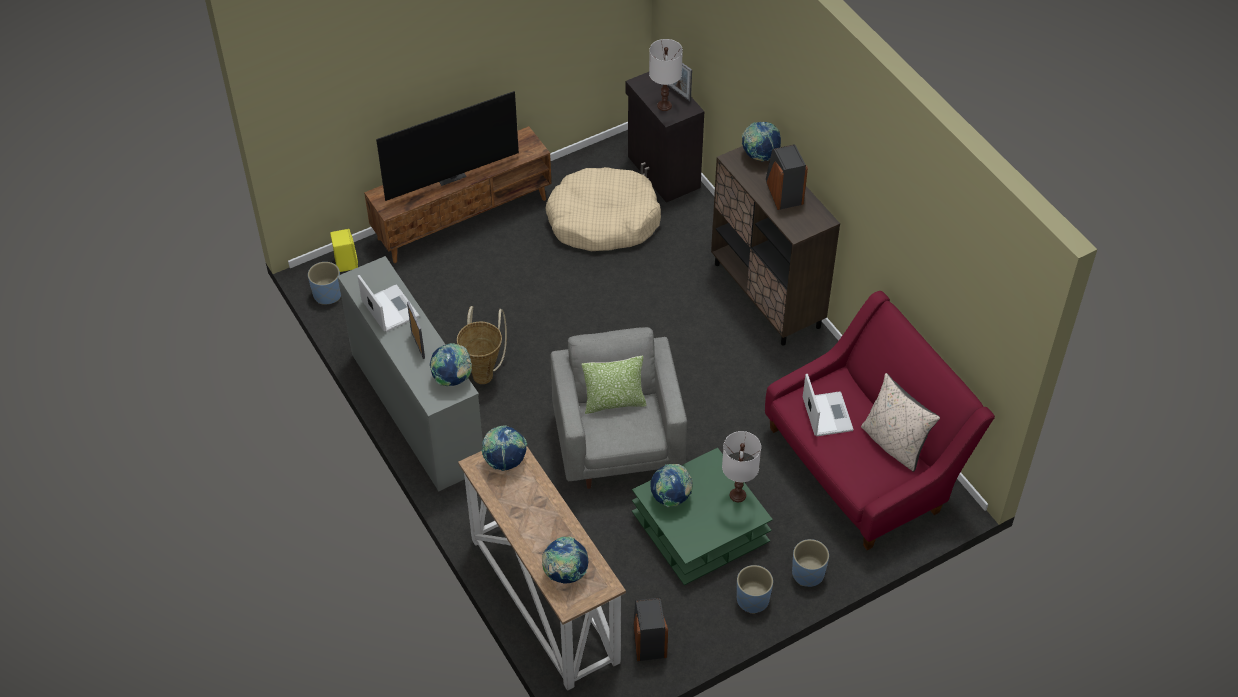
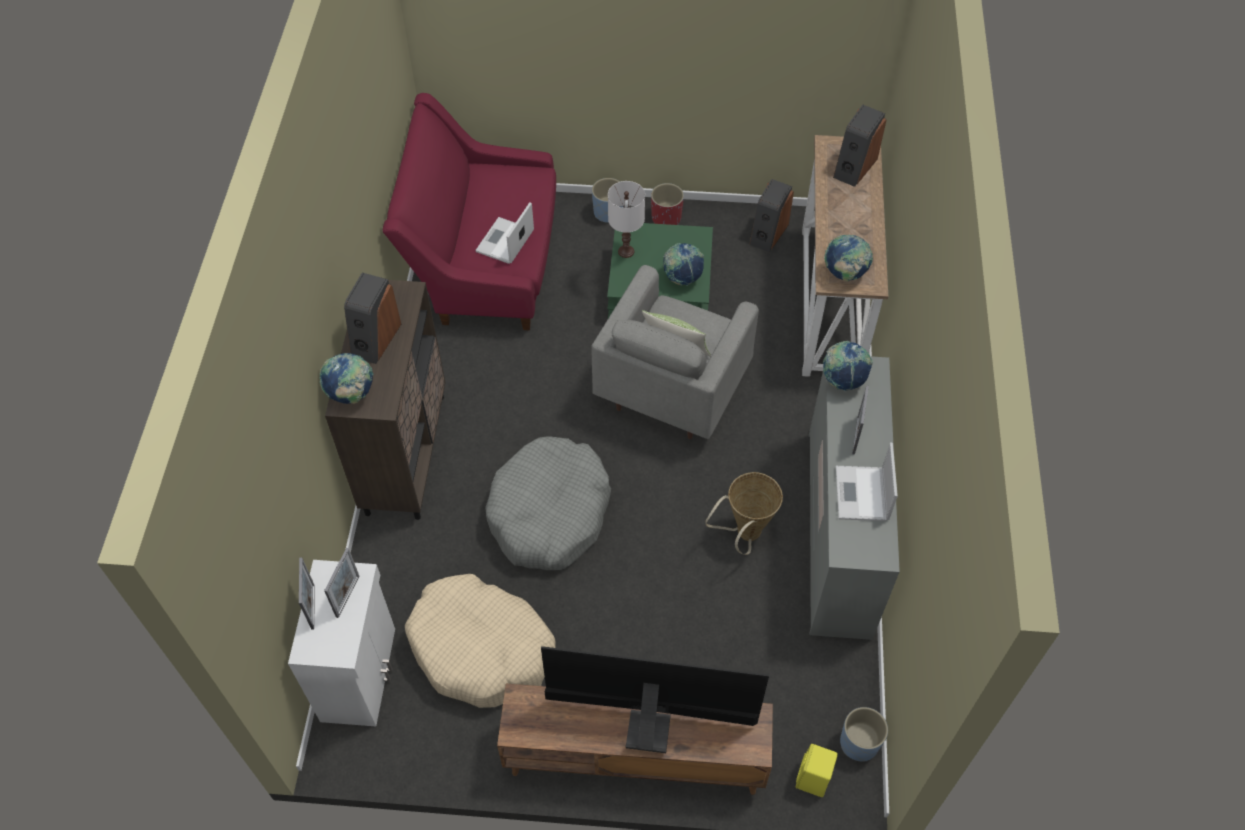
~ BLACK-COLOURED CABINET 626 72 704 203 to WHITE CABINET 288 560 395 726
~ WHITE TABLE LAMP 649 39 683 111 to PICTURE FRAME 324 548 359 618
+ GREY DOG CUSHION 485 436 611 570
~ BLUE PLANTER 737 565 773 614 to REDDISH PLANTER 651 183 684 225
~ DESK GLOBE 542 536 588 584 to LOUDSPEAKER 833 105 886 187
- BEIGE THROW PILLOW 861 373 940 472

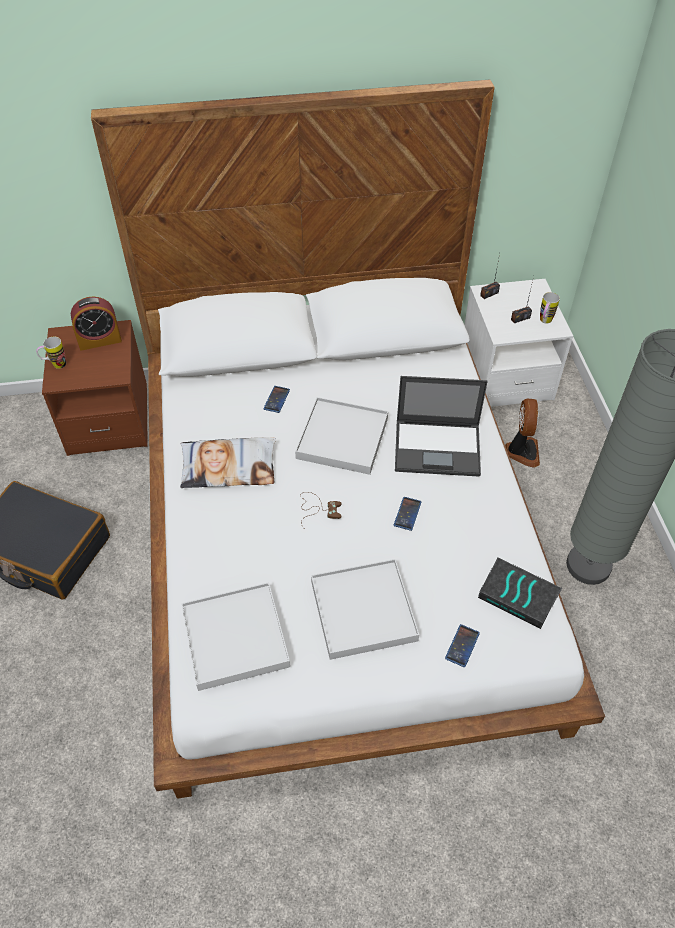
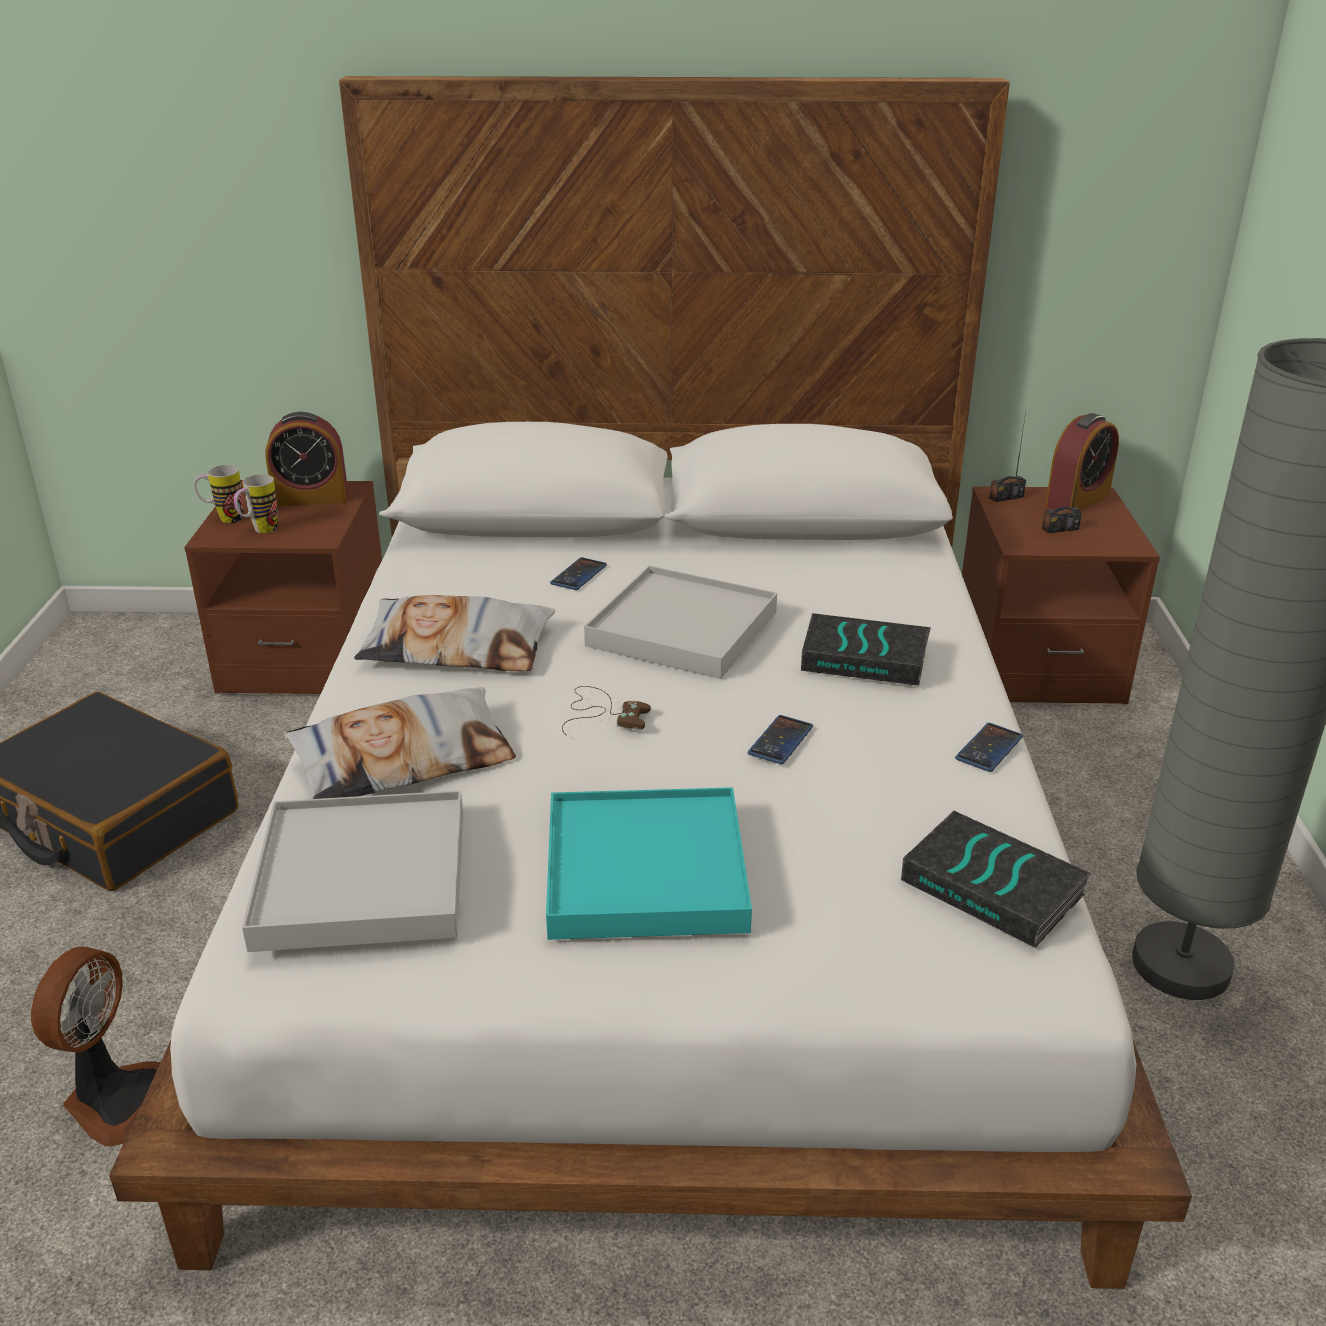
~ COOLING FAN 505 399 540 467 to 31 947 161 1147
~ COFFEE MUG 540 292 560 323 to 234 474 278 533
+ THROW PILLOW 283 687 516 799
~ WHITE SERVING TRAY 311 559 419 660 to BLUE-GREEN SERVING TRAY 546 787 752 940
~ LAPTOP 395 376 488 477 to BOOK 801 613 931 686
~ TELEPHONE 445 624 480 667 to 955 723 1023 772
~ WHITE NIGHTSTAND 464 279 573 407 to BROWN NIGHTSTAND 962 486 1160 704
+ TABLE CLOCK 1045 413 1119 511

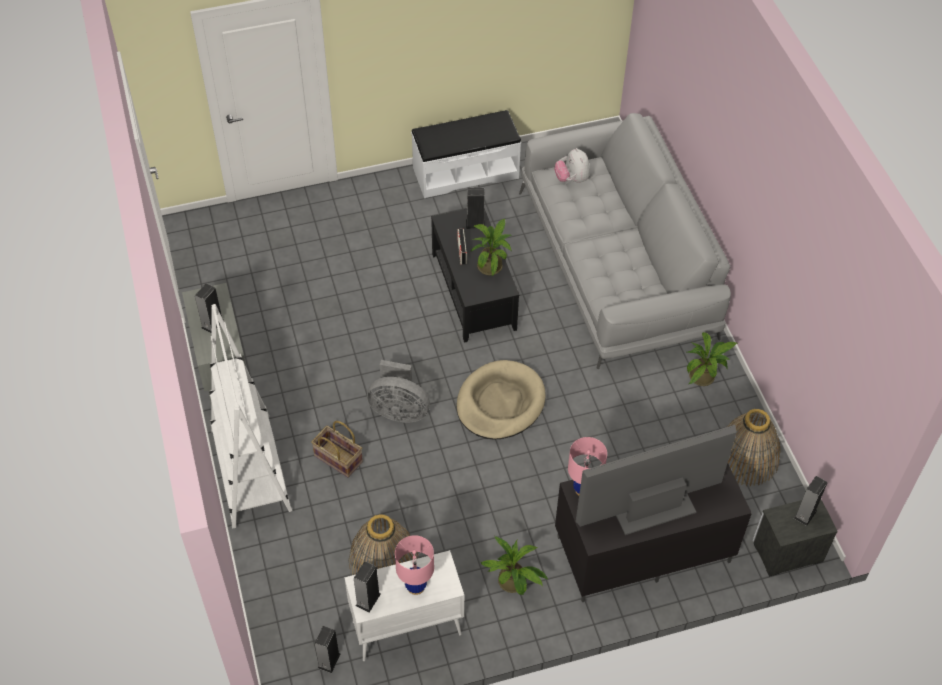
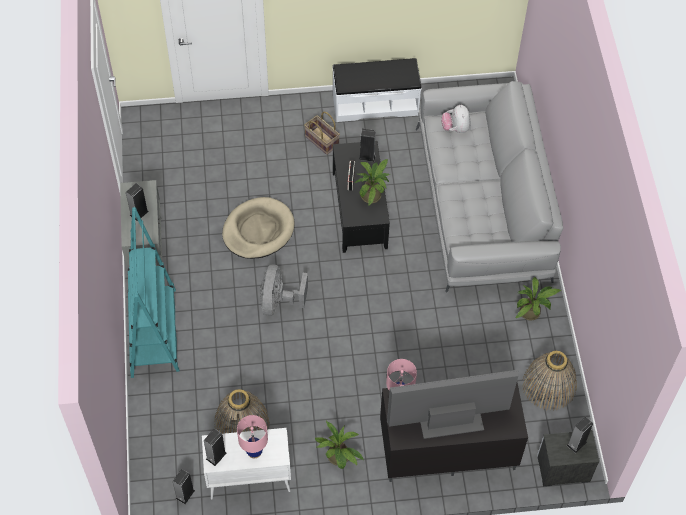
~ WHITE BOOKCASE 209 304 293 528 to BLUE-GREEN BOOKCASE 128 207 180 378
~ BEIGE DOG CUSHION 456 360 546 439 to 222 197 295 259
~ GREY COOLING FAN 367 360 430 423 = 260 265 308 316 75 degrees clockwise
~ STORAGE BASKET 311 421 363 478 to 304 112 340 155

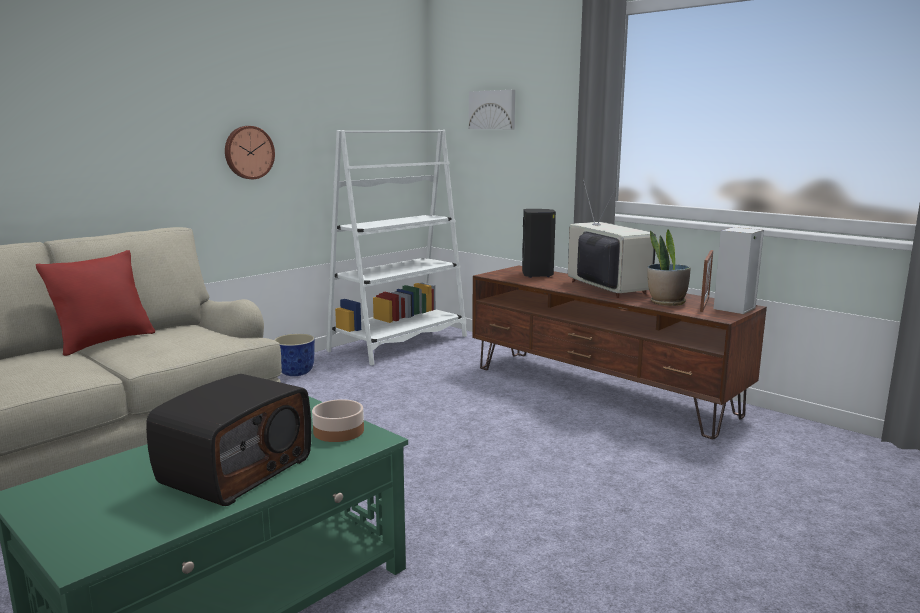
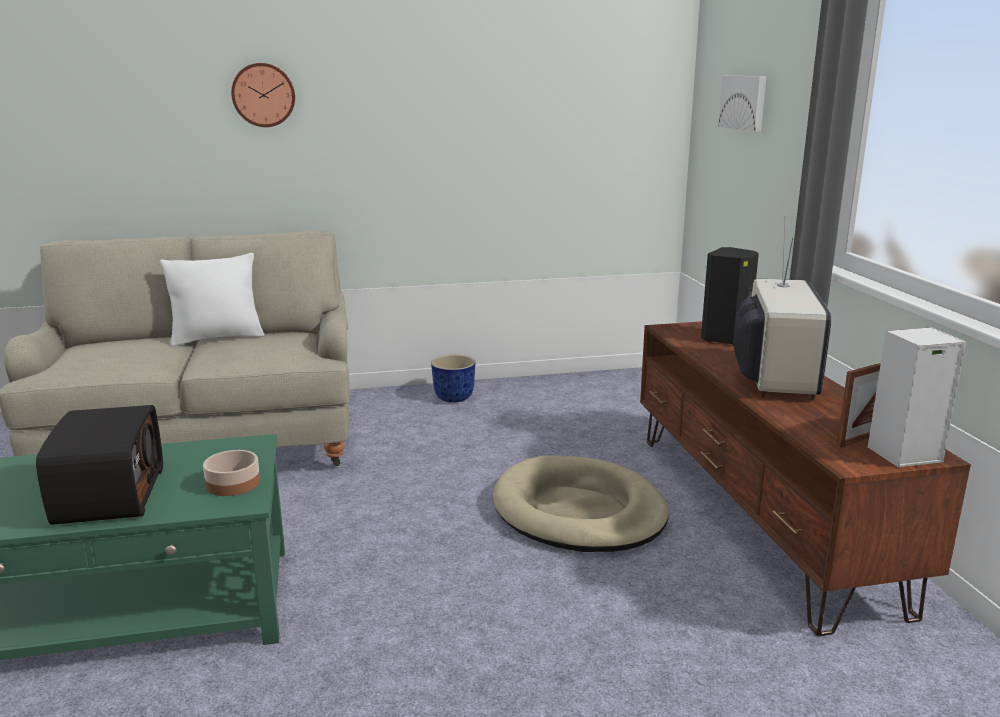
~ RADIO SET 146 374 311 506 = 36 405 163 525 75 degrees counterclockwise
~ REDDISH THROW PILLOW 36 250 155 356 to WHITE THROW PILLOW 160 253 264 346
~ HANGING CLOCK 225 126 275 179 to 231 63 295 127
+ BEIGE DOG CUSHION 493 455 669 552
- WHITE BOOKCASE 326 130 467 365
- HOUSEPLANT 647 229 690 306

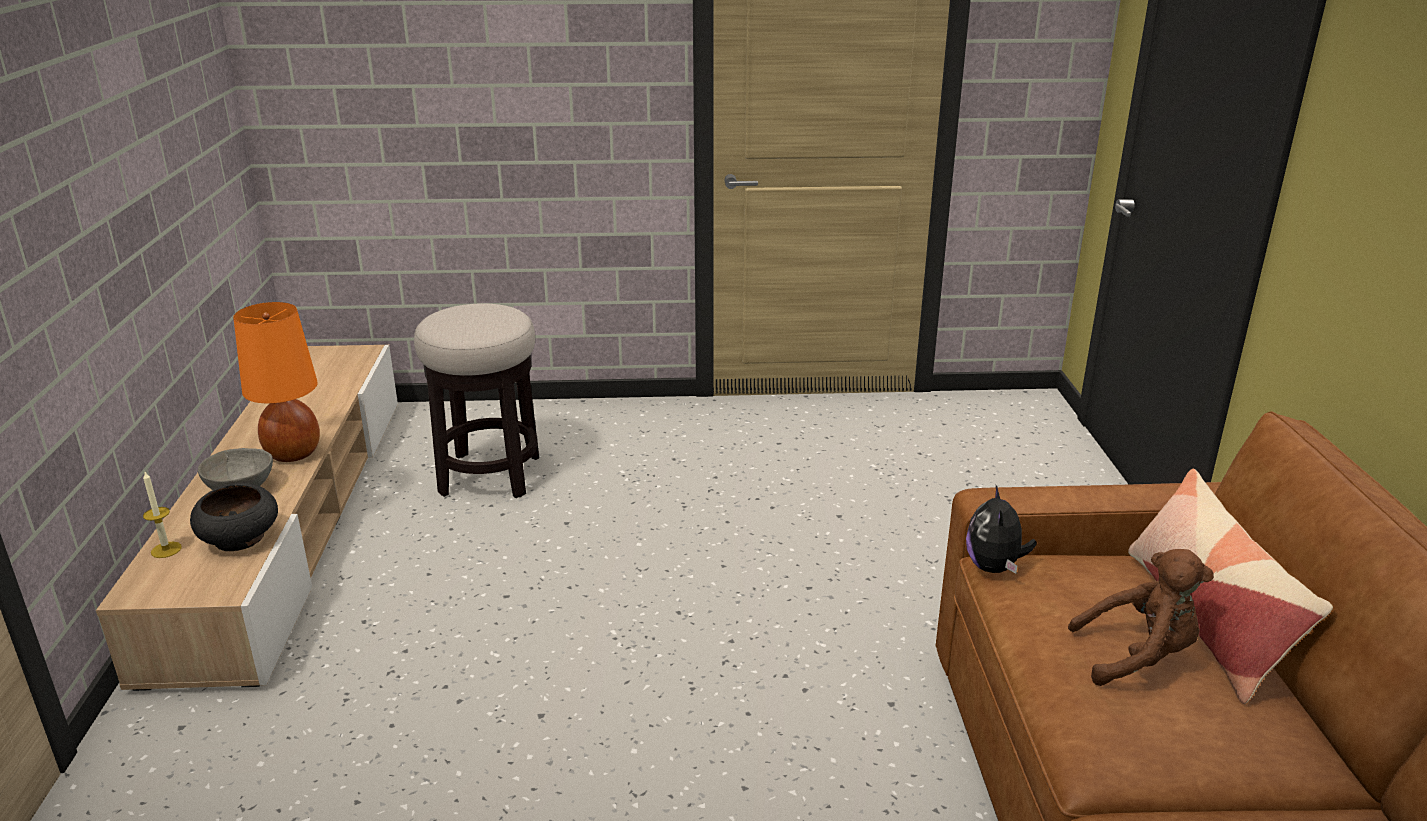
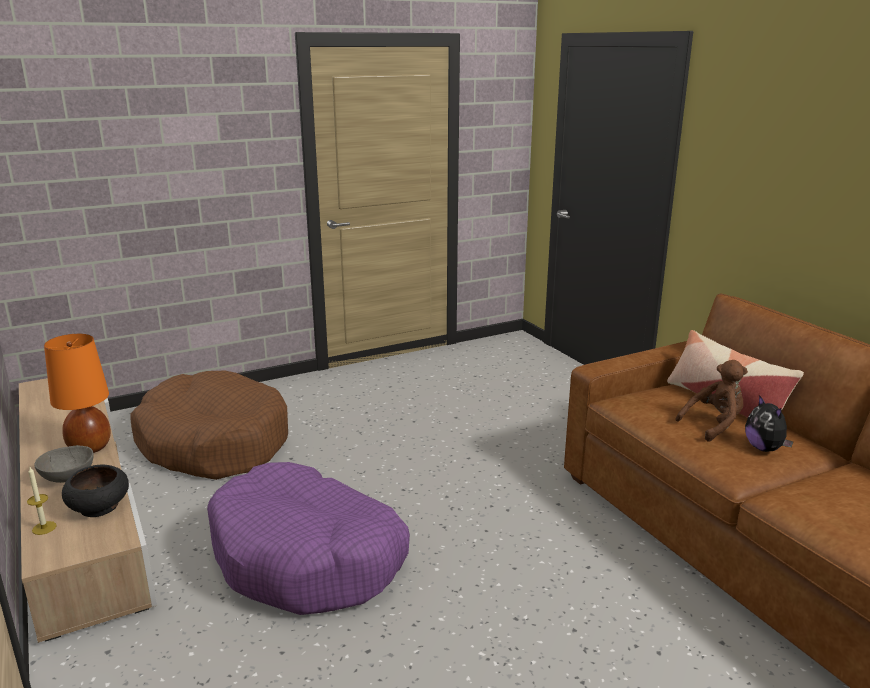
~ STOOL SEAT 414 303 539 498 to BROWN DOG CUSHION 130 371 288 480
+ PURPLE-COLOURED DOG CUSHION 207 462 410 615
~ PLUSH TOY 966 485 1037 574 to 745 395 793 452

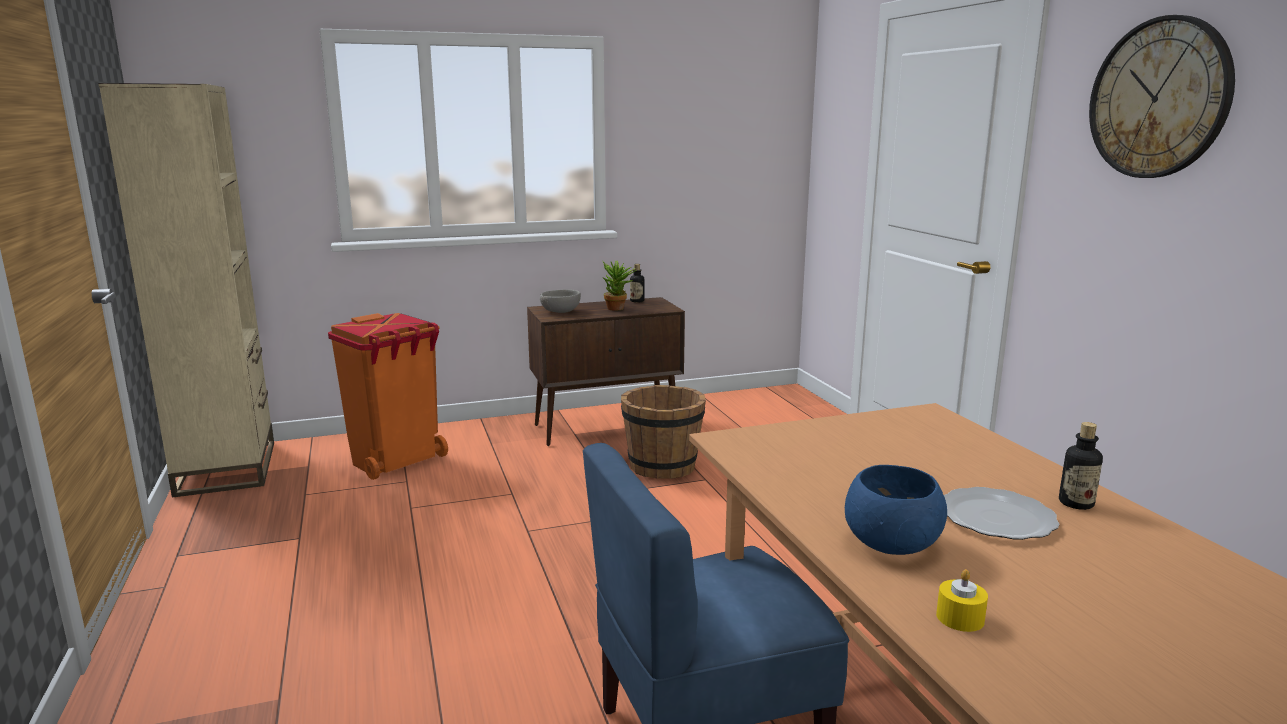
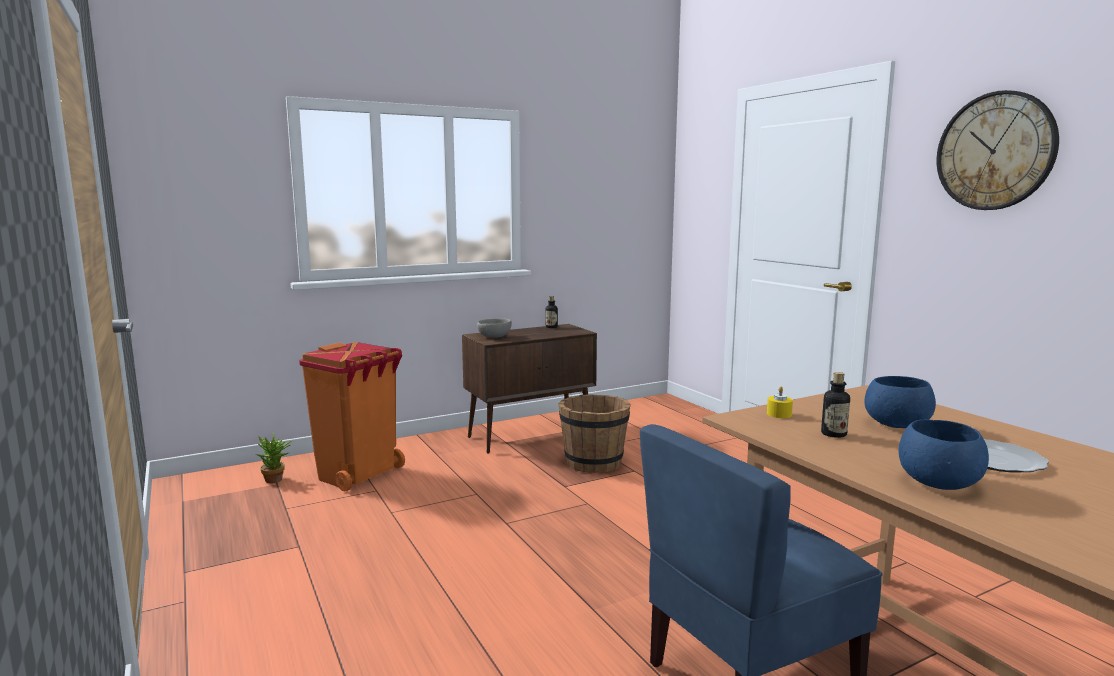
~ HOUSEPLANT 603 261 637 311 to 256 433 293 483
~ YELLOW CANDLE 936 569 988 632 to 767 387 793 418
~ BOTTLE 1059 422 1103 510 to 821 372 850 438
+ BLUE SERVING BOWL 864 376 936 428
- BEIGE BOOKCASE 98 83 274 498

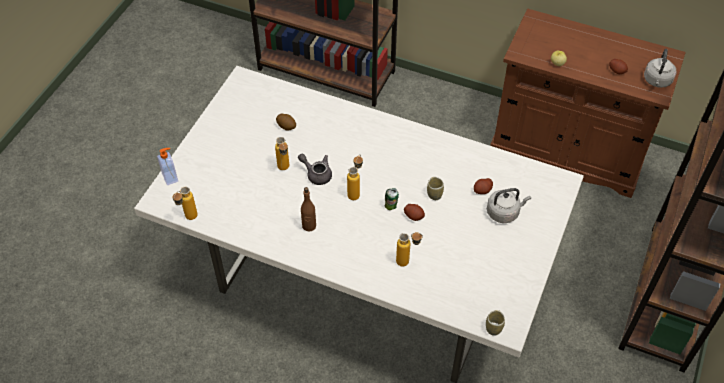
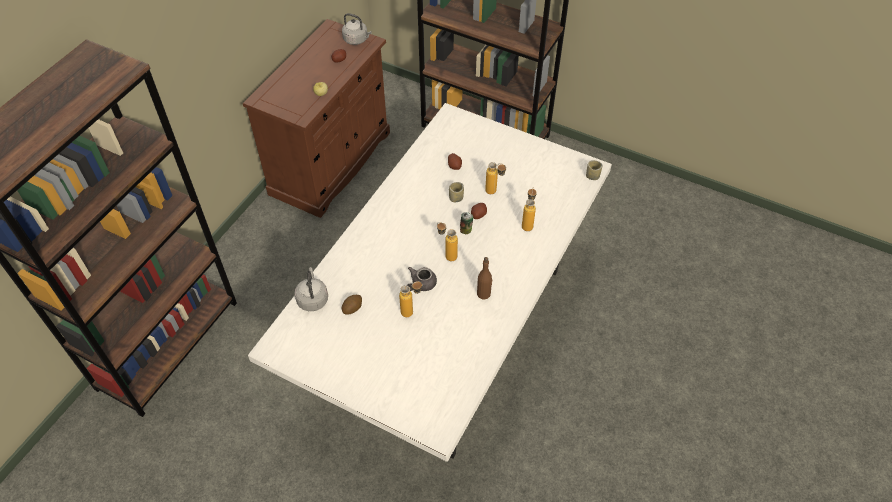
~ GREY TEA KETTLE 487 188 531 223 to 294 267 328 311
~ BOTTLE 173 186 197 220 to 485 162 506 194
- SOAP DISPENSER 157 148 178 185

